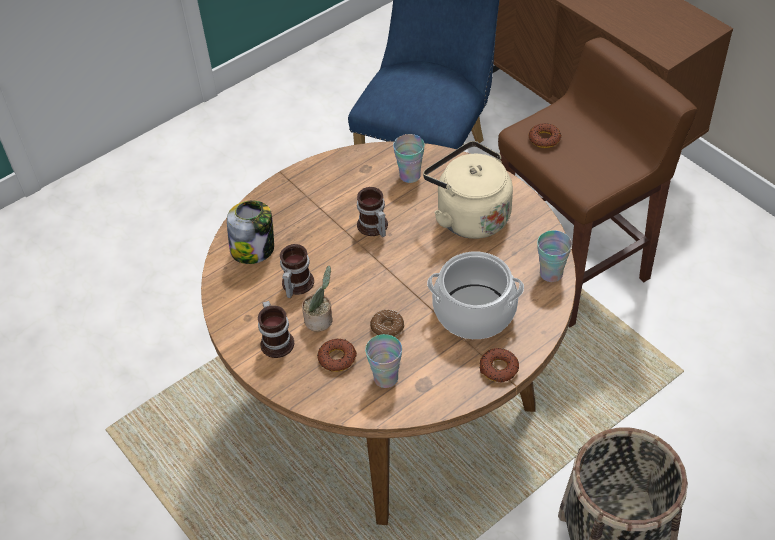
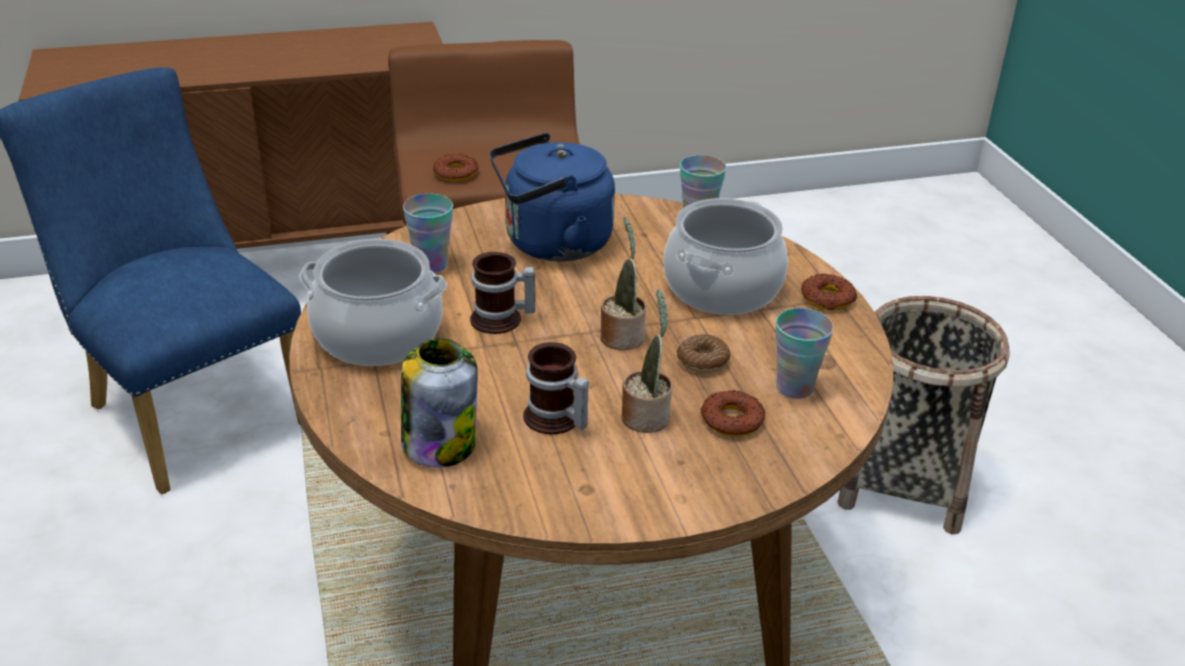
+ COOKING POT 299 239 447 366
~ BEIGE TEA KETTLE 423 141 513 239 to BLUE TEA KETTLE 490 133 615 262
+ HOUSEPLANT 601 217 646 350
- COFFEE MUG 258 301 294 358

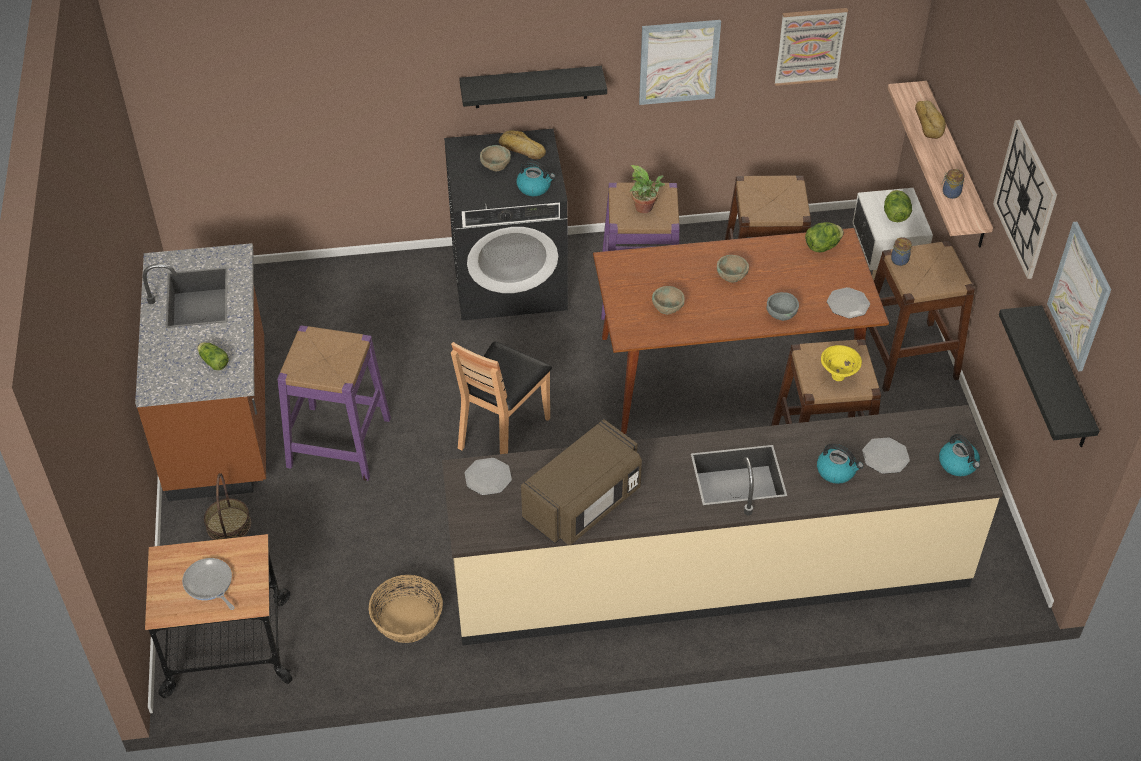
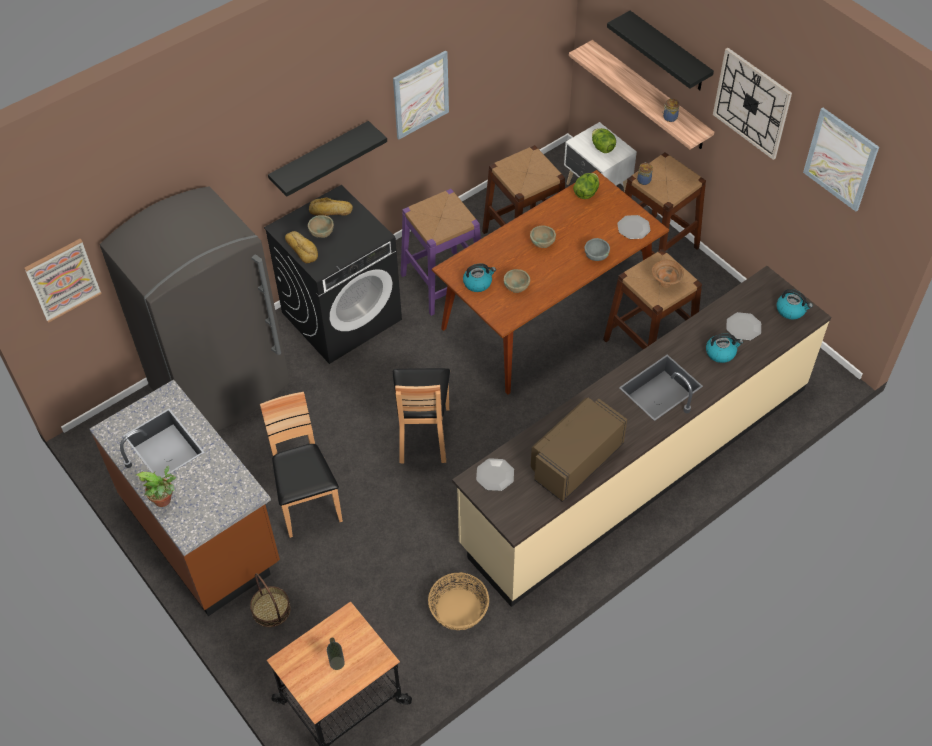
~ WALL PICTURE 774 8 848 86 to 24 239 102 323
+ GREY FRIDGE 100 187 290 431
~ HOUSEPLANT 629 165 665 213 to 136 466 176 507
~ PURPLE-COLOURED STOOL SEAT 277 325 391 481 to BROWN CHAIR 260 392 343 538
~ BREAD 915 101 946 139 to 285 231 318 263
~ SKILLET 182 558 234 610 to BOTTLE 327 638 345 670
~ TEA KETTLE 516 161 555 196 to 463 263 496 292
~ BROWN MICROWAVE OVEN 521 419 642 545 = 531 398 627 502 150 degrees counterclockwise
~ BLACK-COLOURED WALL SHELF 999 305 1100 447 to 607 11 714 90
~ YELLOW SERVING BOWL 821 345 862 381 to BROWN SERVING BOWL 652 260 684 288
- HEAD OF LETTUCE 197 342 229 370

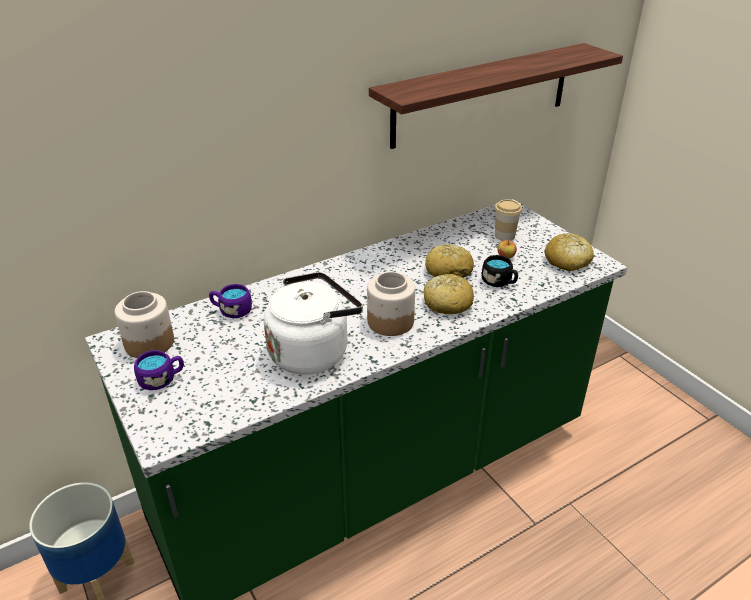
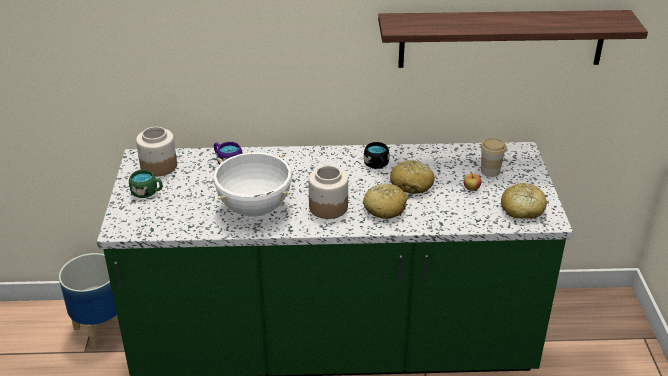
~ PURPLE-COLOURED COFFEE MUG 134 350 184 390 to GREEN COFFEE MUG 129 170 163 198
~ WHITE TEA KETTLE 264 272 363 375 to WHITE COOKING POT 213 152 292 217
~ BLACK-COLOURED COFFEE MUG 482 255 518 287 to 364 142 389 169

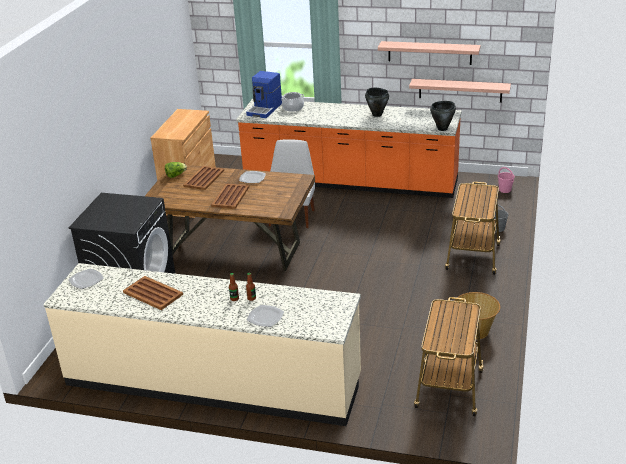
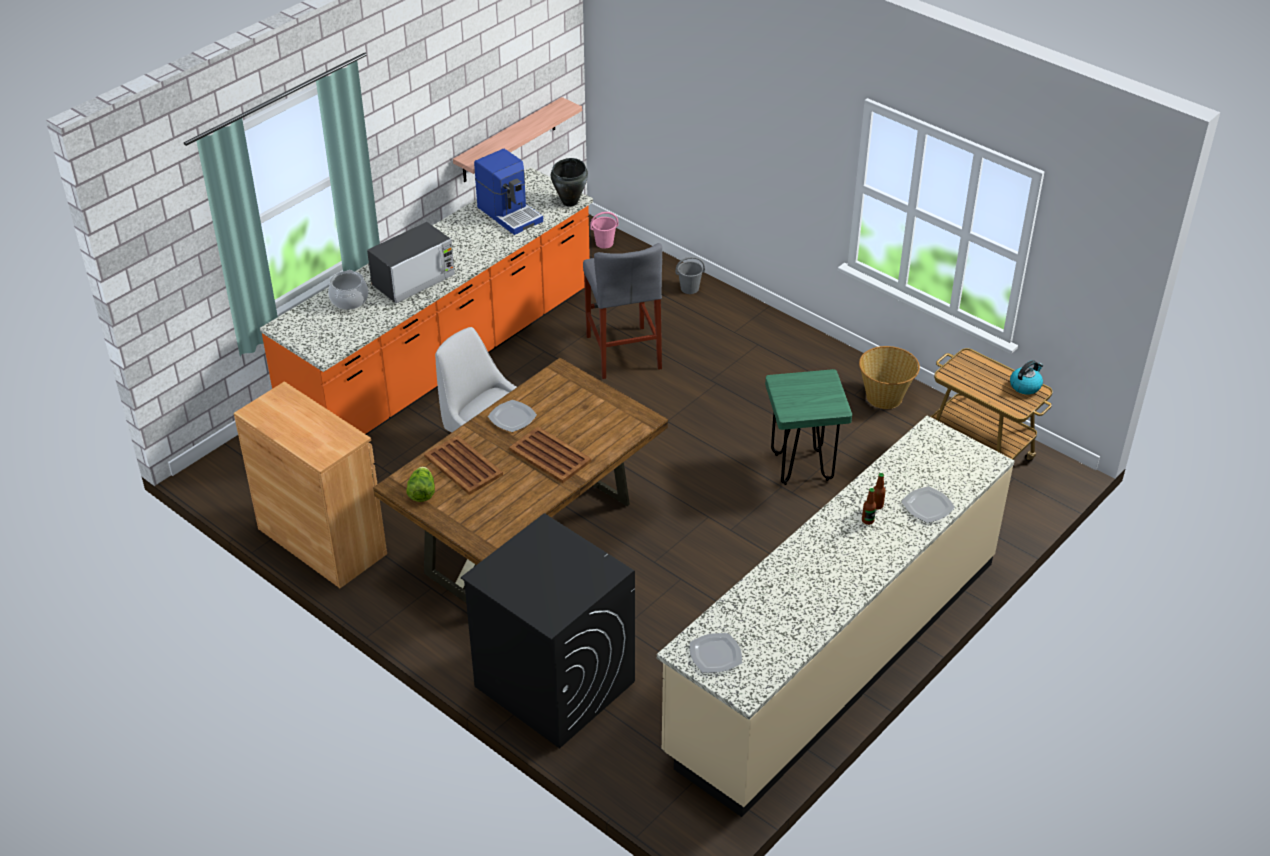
+ MICROWAVE OVEN 367 222 455 303
~ COFFEE MAKER 246 71 282 118 to 474 149 543 235
+ GREY STOOL SEAT 583 243 662 379
+ GREEN STOOL SEAT 765 369 852 485
+ TEA KETTLE 1010 360 1043 394
- BROWN SERVING TRAY 123 276 183 310
- BLACK-COLOURED COOKING POT 365 88 389 117
- WALL SHELF 378 41 480 65
- TROLLEY 445 182 501 275

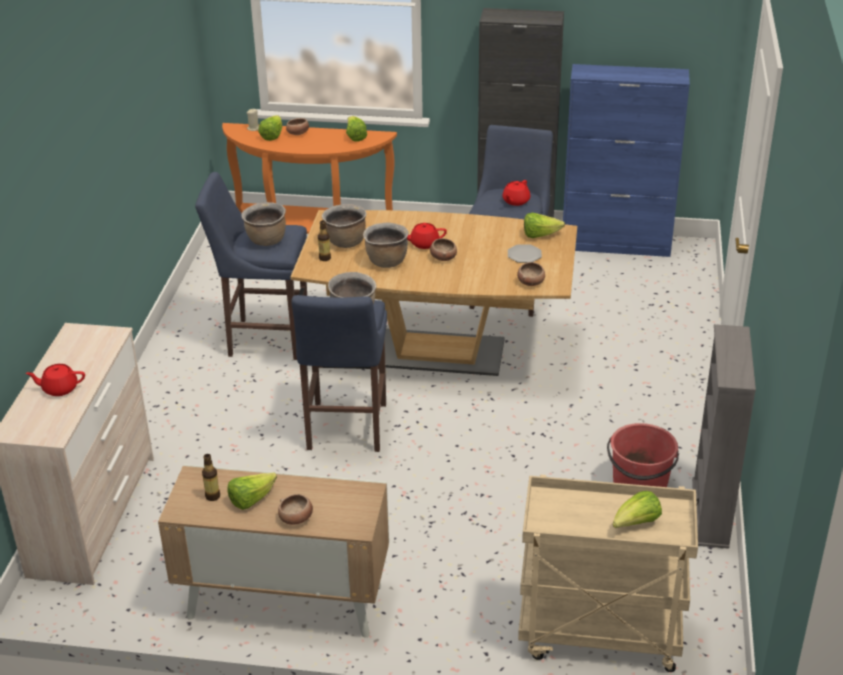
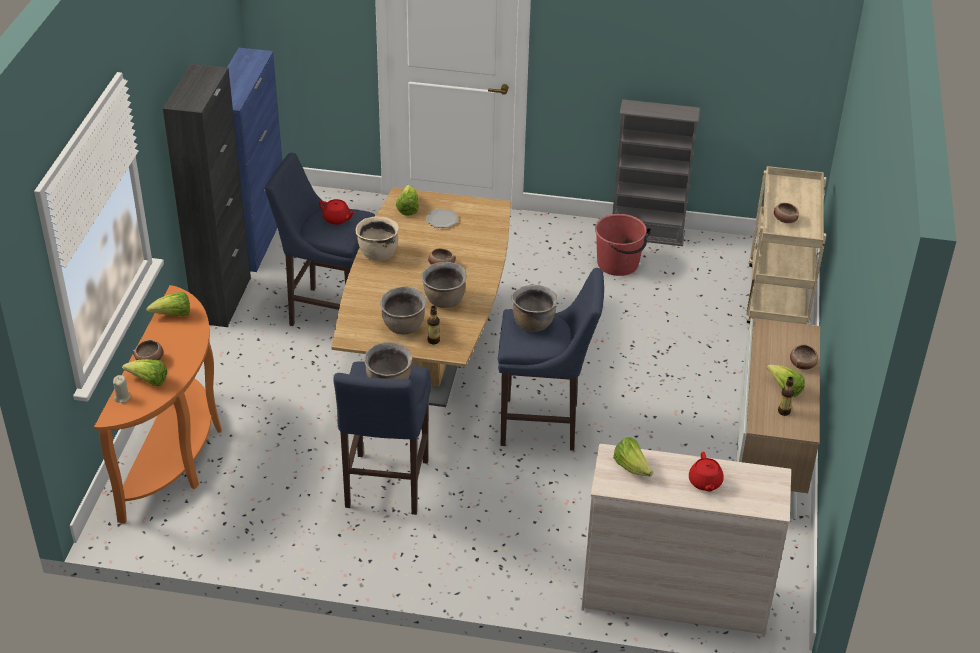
+ BEIGE COOKING POT 355 216 399 261
~ HEAD OF LETTUCE 613 491 662 528 to 613 437 653 476
~ SERVING BOWL 517 262 545 286 to 774 203 799 223
- REDDISH TEAPOT 407 223 447 249

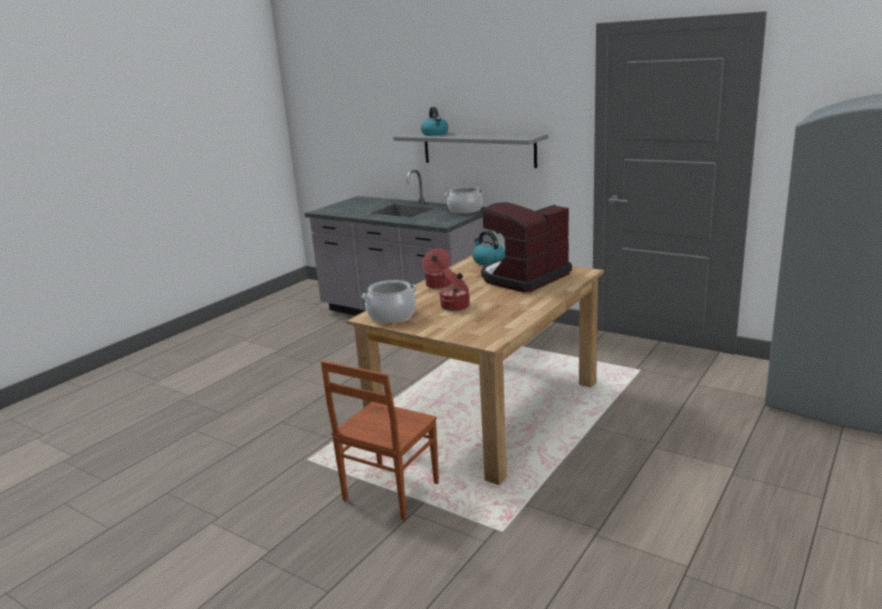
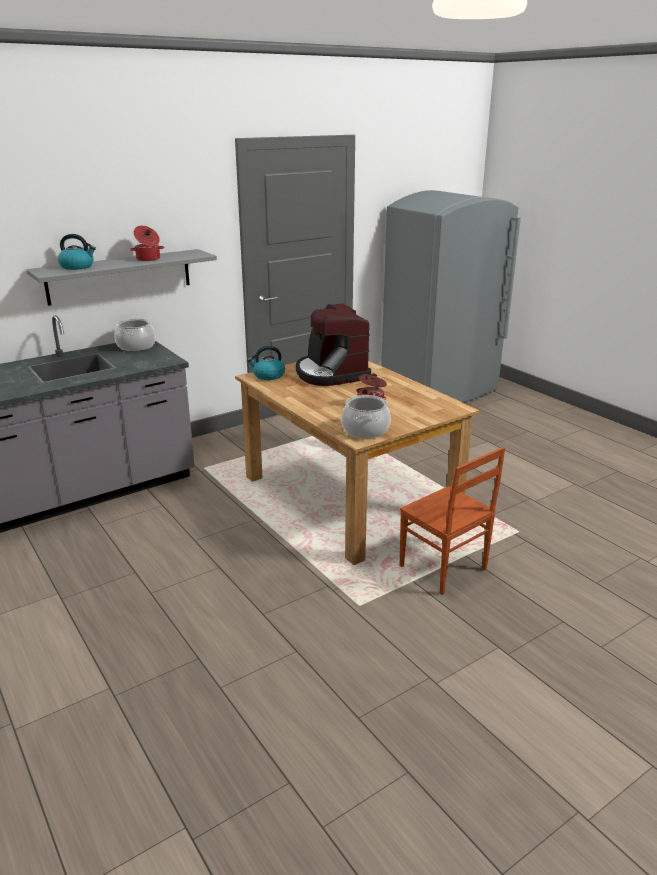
~ COOKING POT 422 249 452 289 to 130 226 164 261

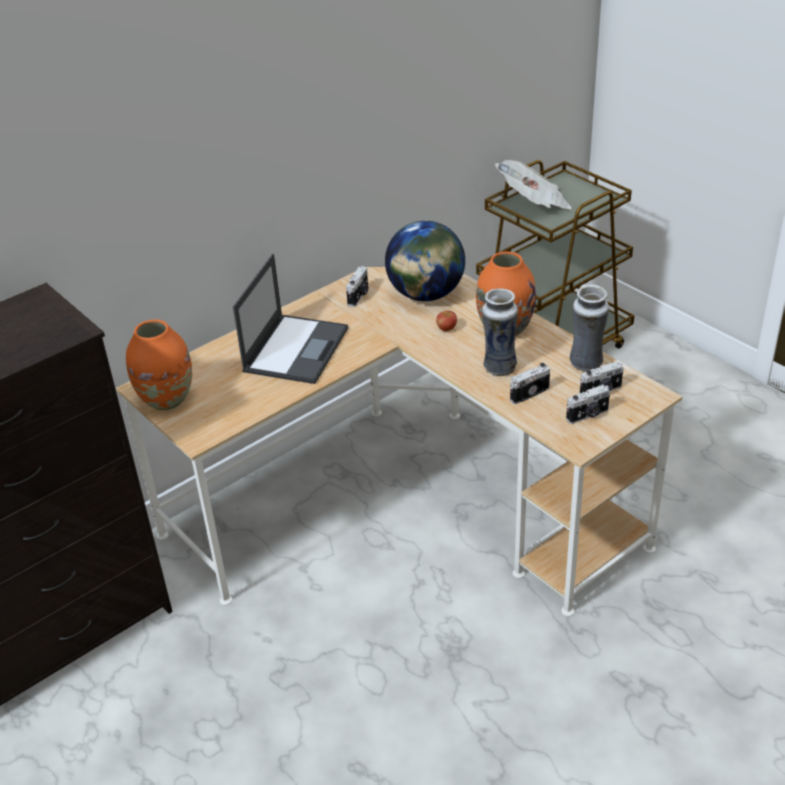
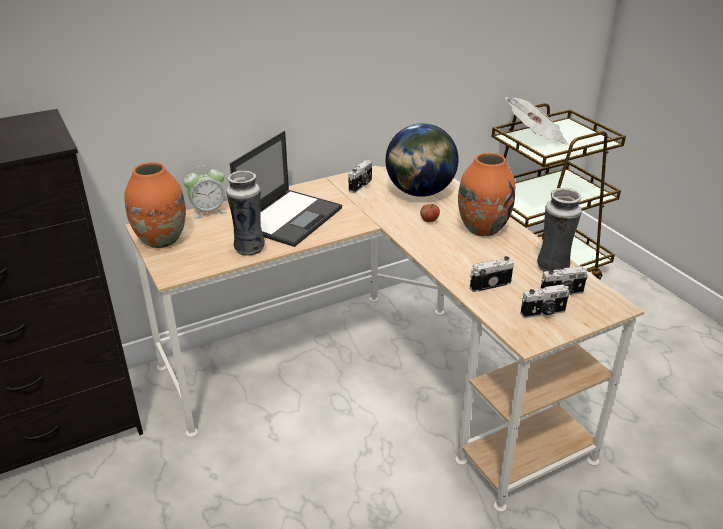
+ TABLE CLOCK 183 165 227 219
~ FLOWER VASE 482 288 518 376 to 226 171 265 256

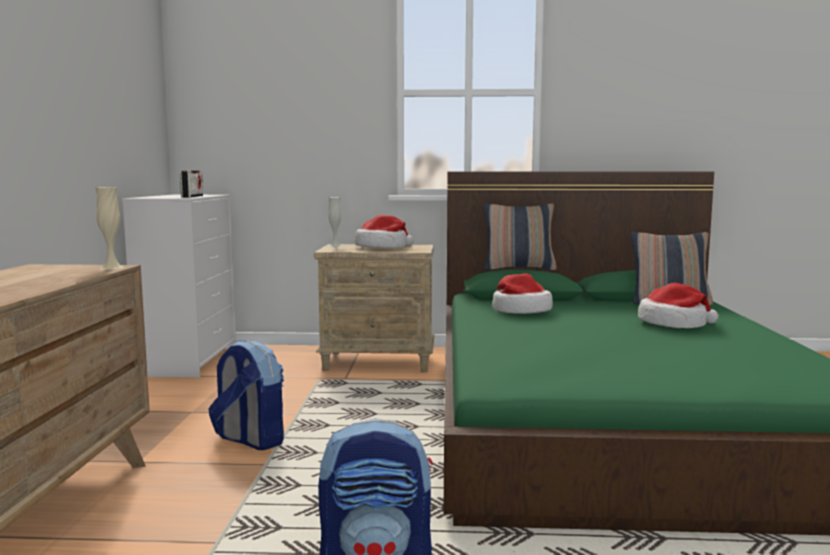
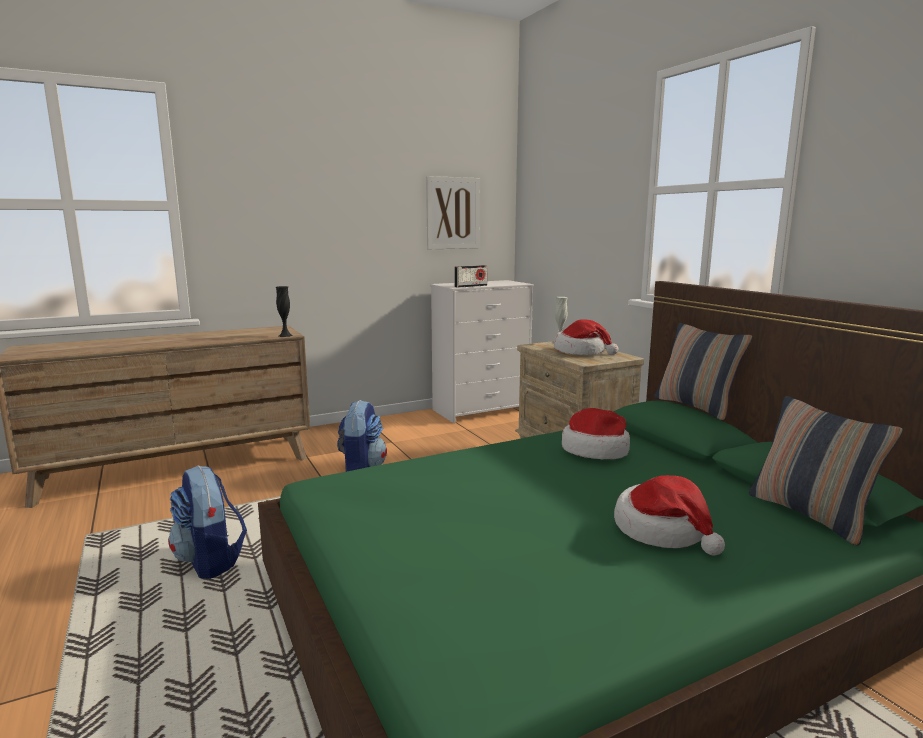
~ BEIGE FLOWER VASE 95 187 124 270 to BLACK-COLOURED FLOWER VASE 276 286 292 337
+ WALL PICTURE 426 176 479 249

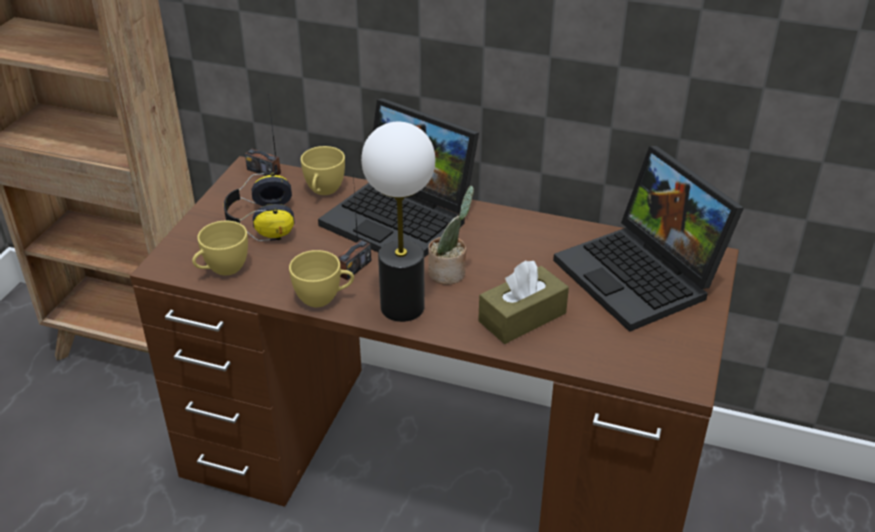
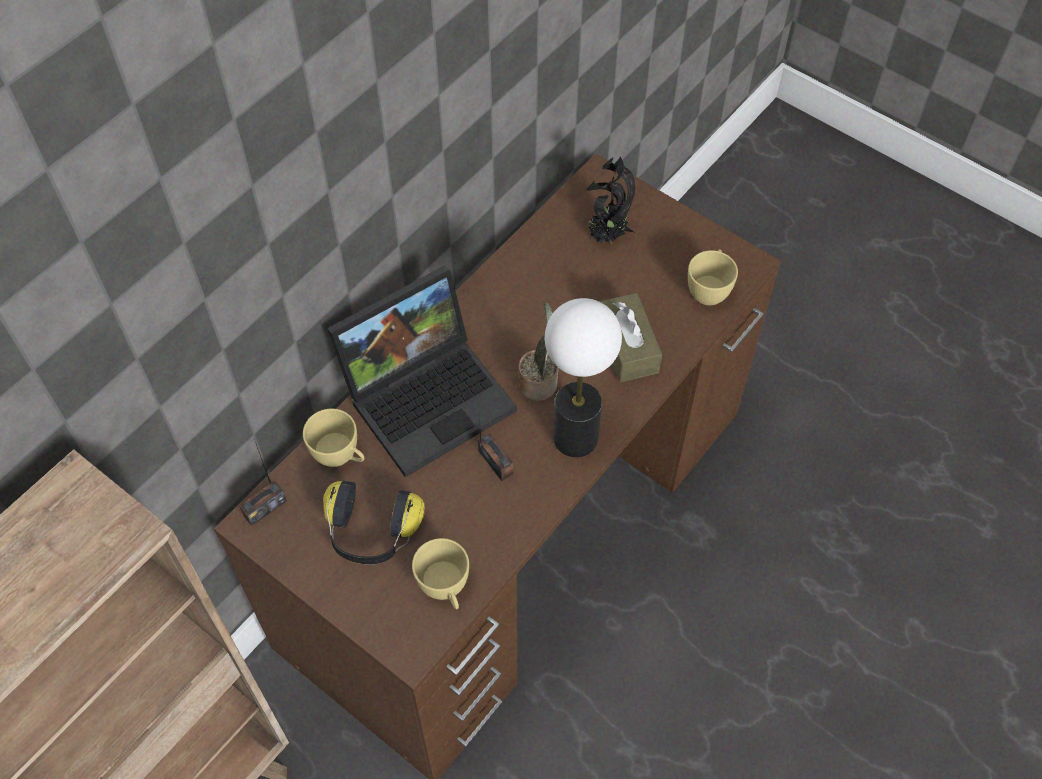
~ LAPTOP 553 146 744 332 to HOUSEPLANT 586 157 635 244
~ YELLOW DRINKING CUP 289 250 354 307 to 688 249 738 305

